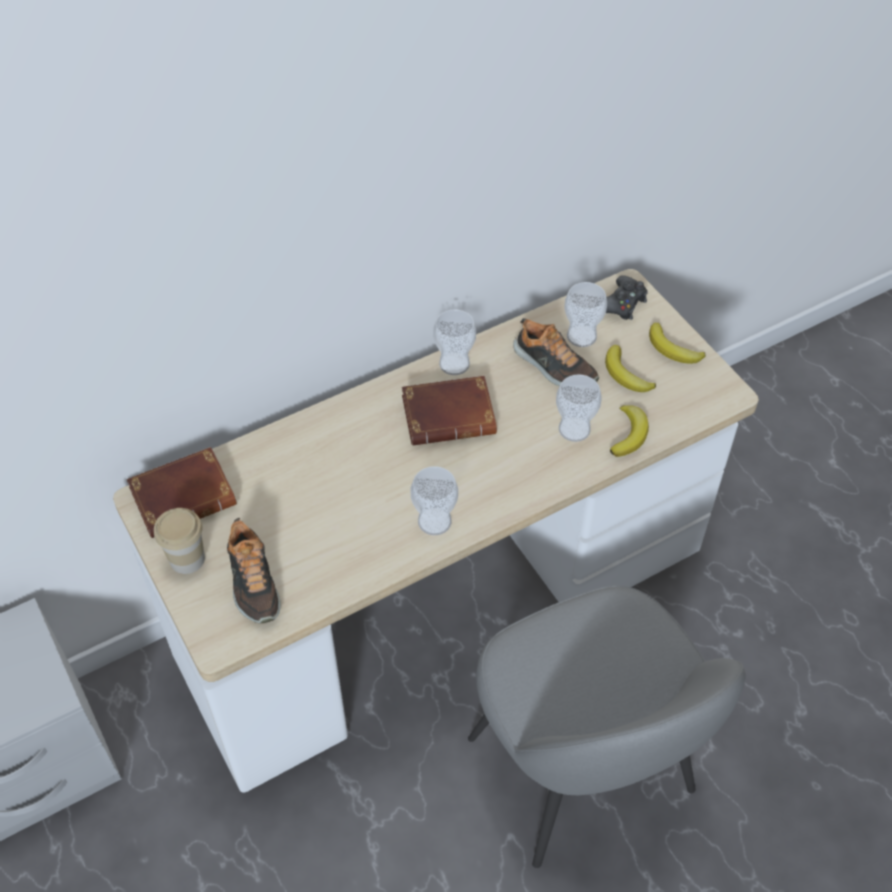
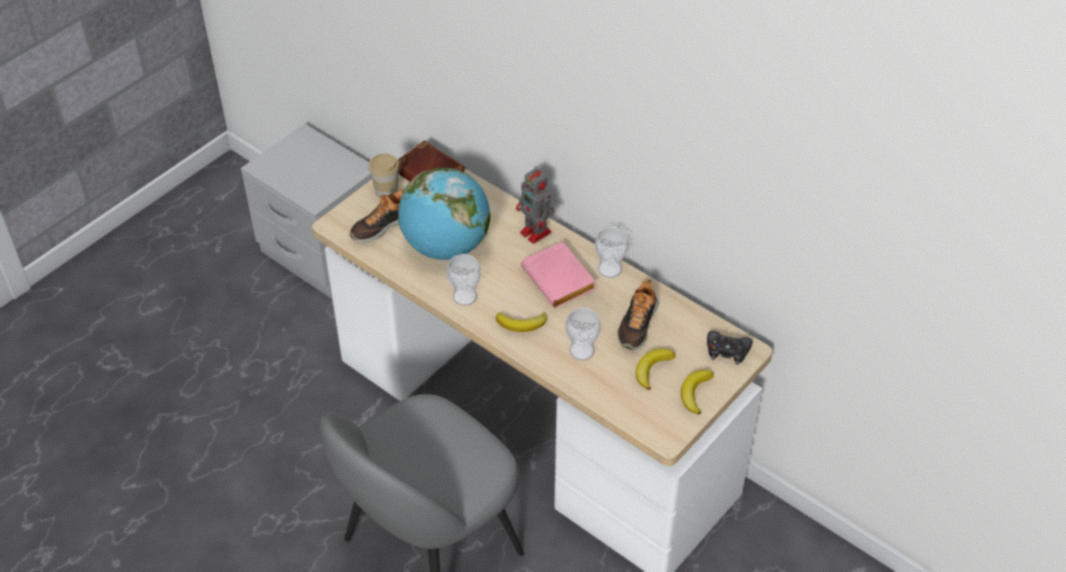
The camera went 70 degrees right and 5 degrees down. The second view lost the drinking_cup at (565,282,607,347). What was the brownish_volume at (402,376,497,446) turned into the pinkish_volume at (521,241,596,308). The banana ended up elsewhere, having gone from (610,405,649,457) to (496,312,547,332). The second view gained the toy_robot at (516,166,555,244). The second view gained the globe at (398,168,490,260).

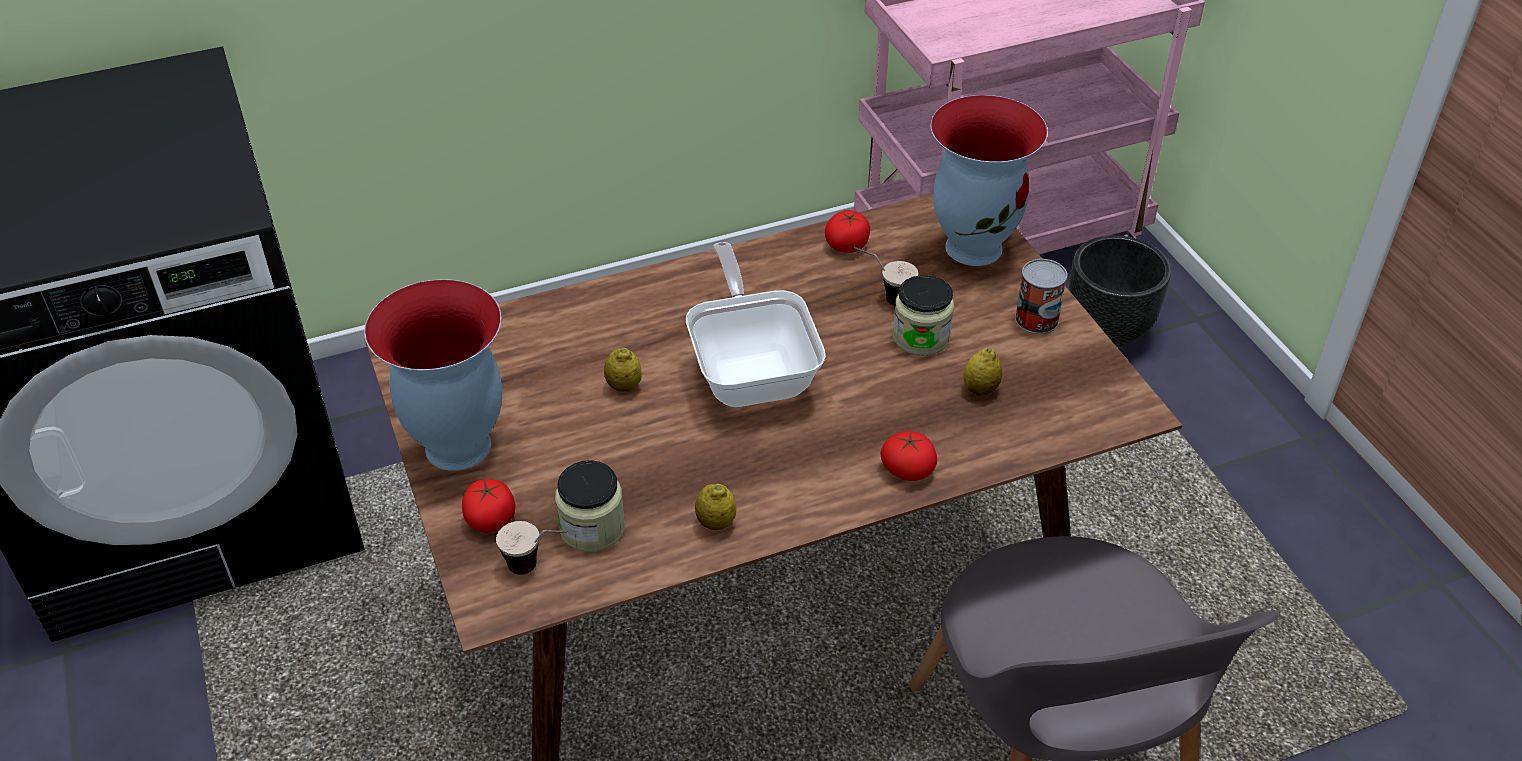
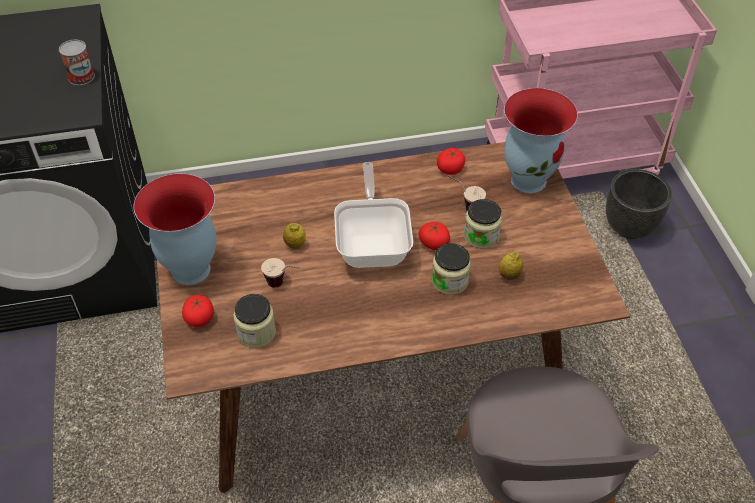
The camera went 10 degrees right and 5 degrees up. The can ended up elsewhere, having gone from (1015,259,1067,334) to (59,40,95,85). The fresh_tomato ended up elsewhere, having gone from (880,430,937,481) to (419,221,450,250). The second view lost the whole_lemon at (695,484,736,530). The drinking_cup ended up elsewhere, having gone from (496,521,568,575) to (261,258,300,288). The second view gained the jar at (432,243,471,295).

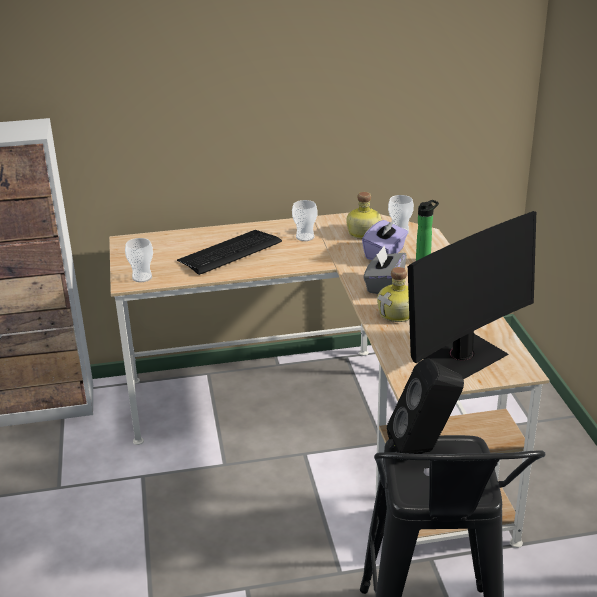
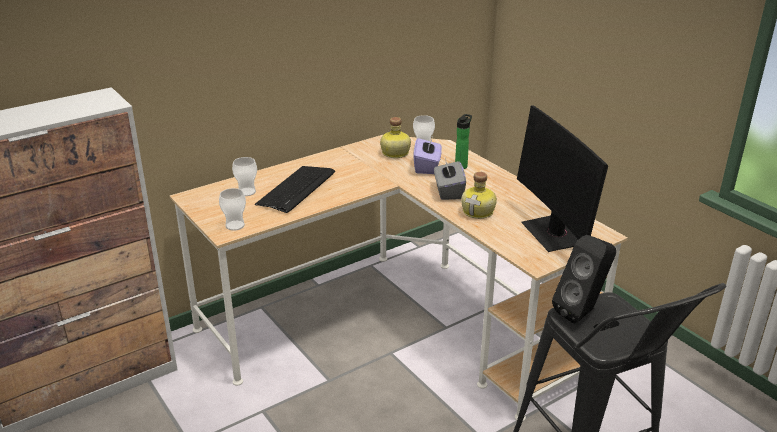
The camera went 25 degrees left and 0 degrees up. The drinking_cup ended up elsewhere, having gone from (292,200,318,241) to (232,157,257,196). The computer_display at (408,211,536,379) ended up facing another way, 135 degrees clockwise from before.

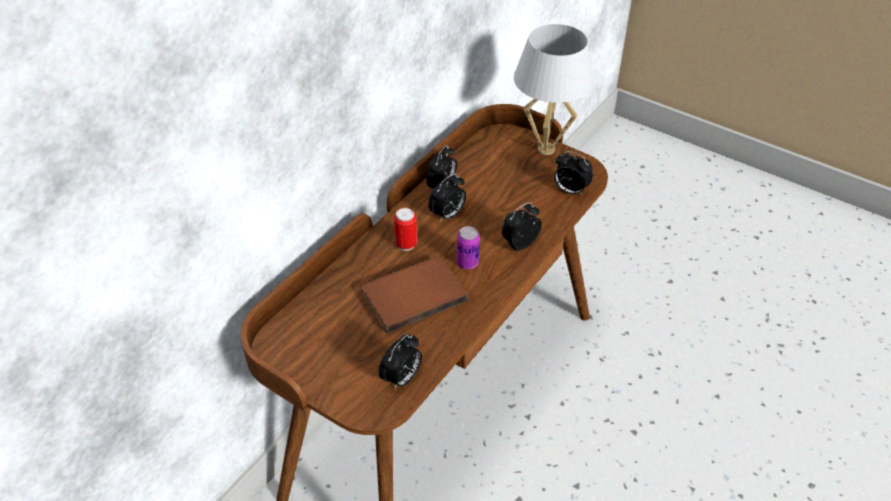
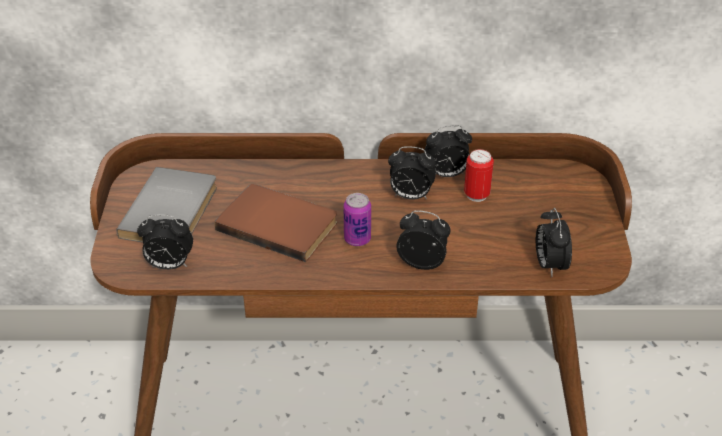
The camera went 55 degrees right and 5 degrees down. The second view lost the whitish_lamp_for_a_table at (514,24,594,155). The can ended up elsewhere, having gone from (394,208,417,251) to (464,149,494,202). The second view gained the gray_volume at (116,167,217,243).

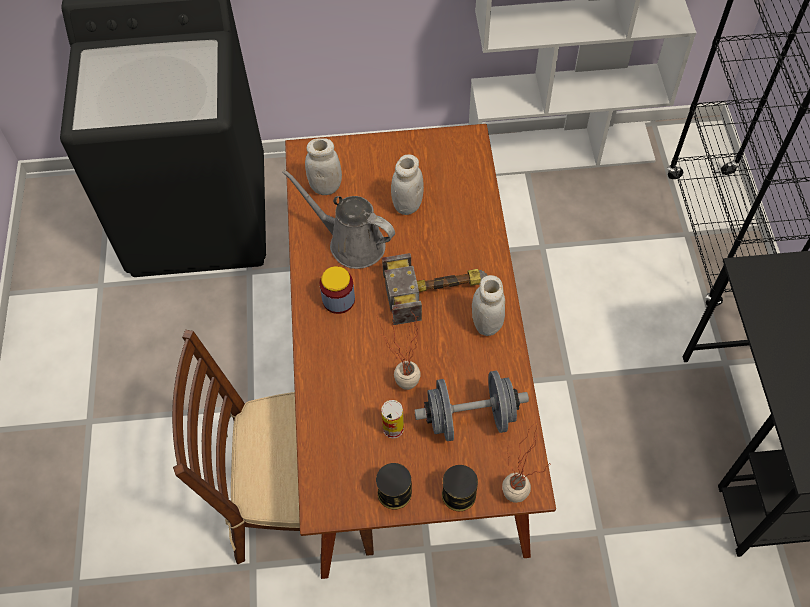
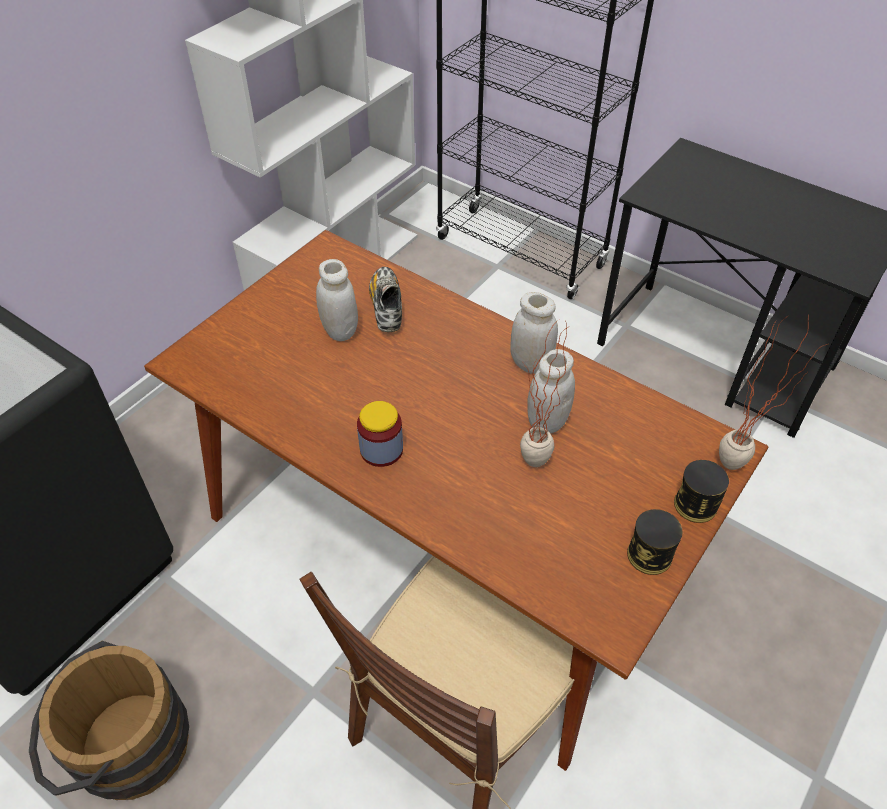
The camera went 50 degrees left and 10 degrees down. The whitish_jar ended up elsewhere, having gone from (305,138,342,195) to (527,349,575,433). The second view lost the gray_watering_pot at (282,169,395,269). The second view lost the hammer at (382,253,488,325). The second view lost the gray_dumbbell at (414,371,529,441). The second view lost the can at (381,400,404,439). The second view gained the shoe at (369,267,402,332). The second view gained the brownish_water_bucket at (29,641,189,800).

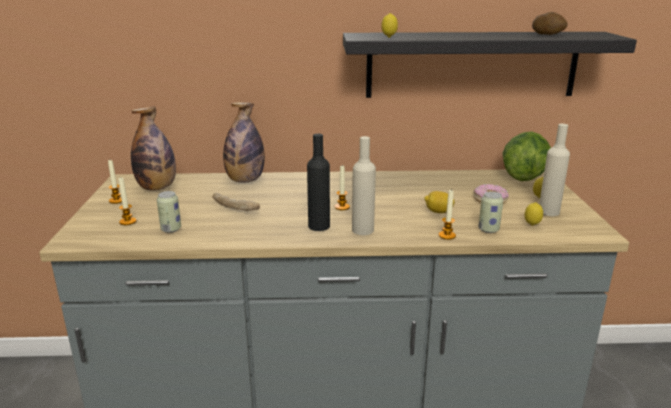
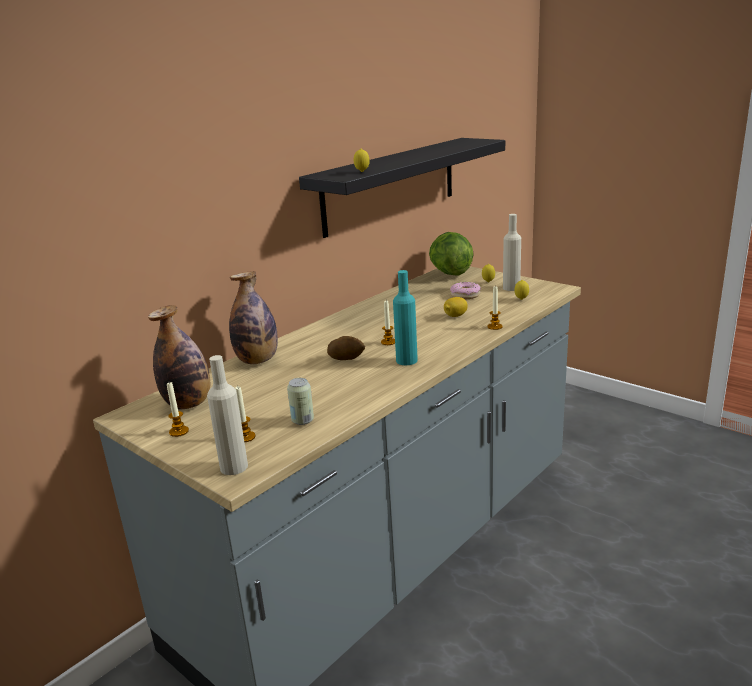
The camera went 45 degrees left and 0 degrees up. The potato ended up elsewhere, having gone from (532,12,568,35) to (327,336,365,360). What was the black-coloured_beverage_bottle at (307,134,330,231) turned into the turquoise_beverage_bottle at (393,270,418,365). The sand-coloured_beverage_bottle ended up elsewhere, having gone from (352,136,376,235) to (207,355,248,475). The second view lost the can at (478,191,503,233). The second view lost the baked_bread at (212,193,260,211).

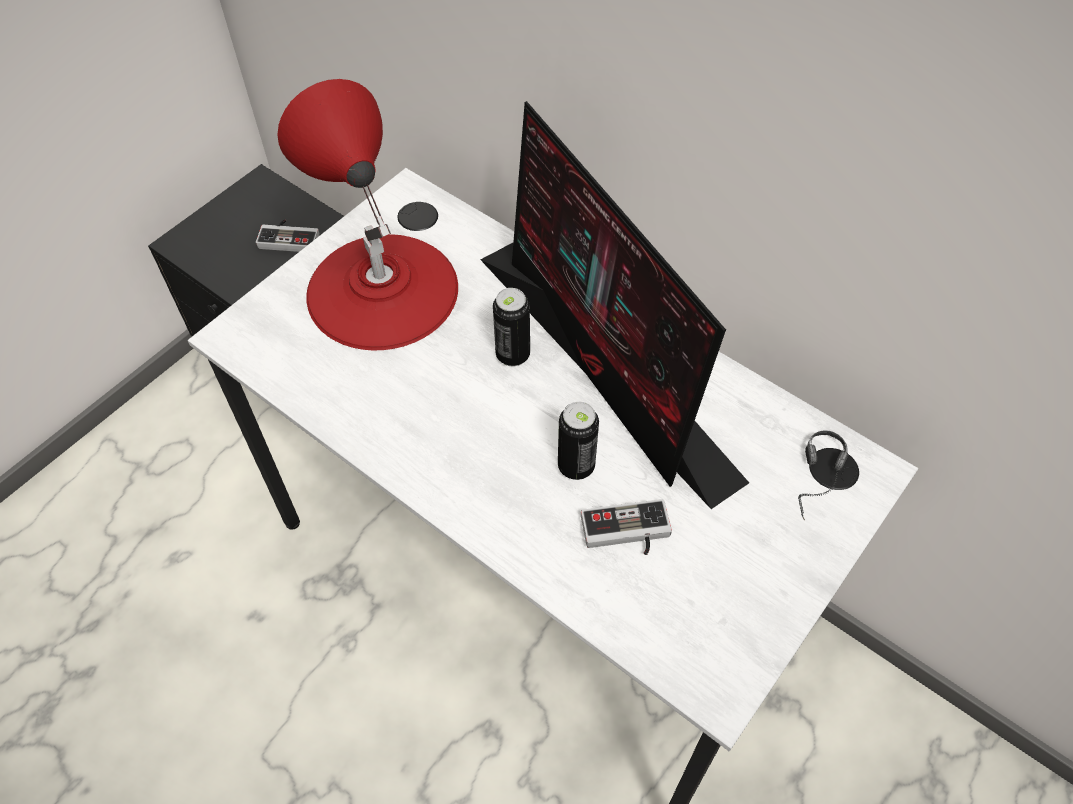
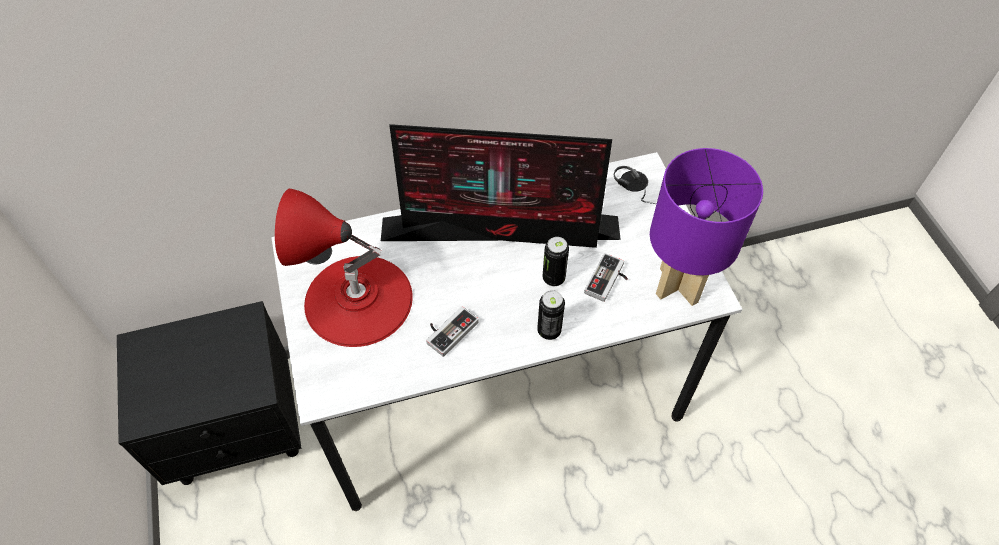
The camera went 55 degrees left and 0 degrees up. The joypad ended up elsewhere, having gone from (256,219,319,252) to (426,306,479,357). The can ended up elsewhere, having gone from (493,288,530,367) to (537,290,565,340). The second view gained the purple-coloured_lamp_for_a_table at (650,148,763,306).

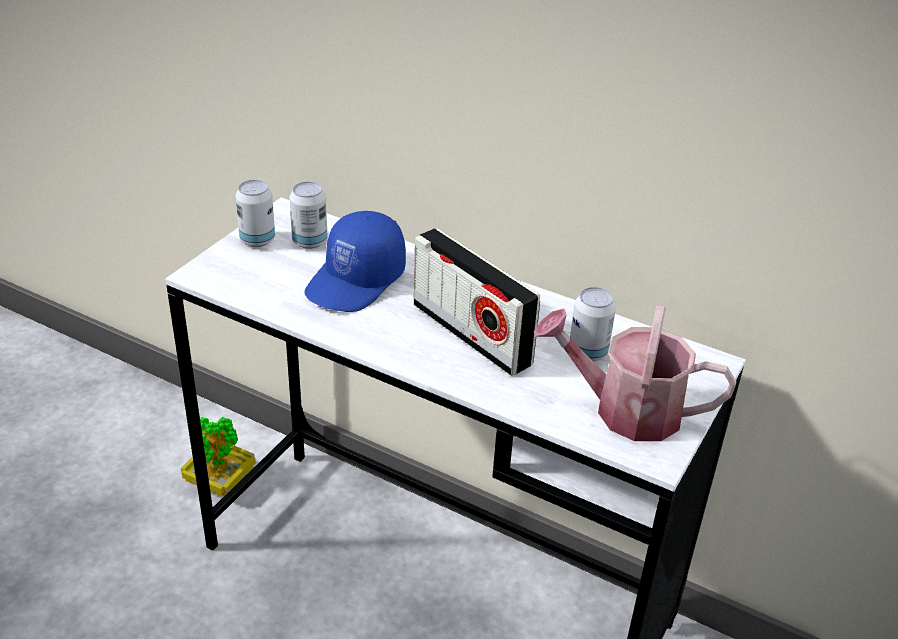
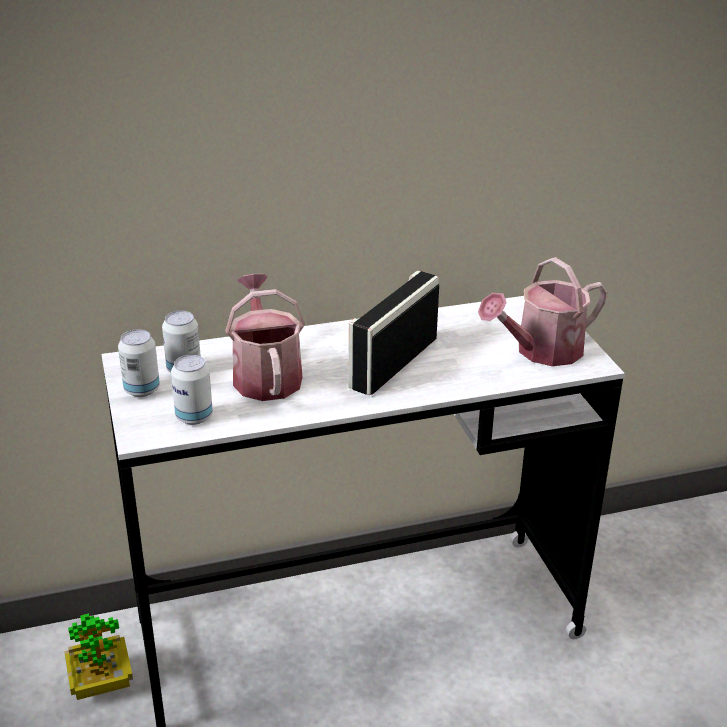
The camera went 45 degrees left and 5 degrees down. Where the blue-coloured_baseball_cap stood at (304,211,406,312), the watering_pot came to stand at (226,274,305,401). The radio_set at (414,228,540,376) ended up facing another way, 120 degrees clockwise from before. The can ended up elsewhere, having gone from (570,287,616,361) to (171,355,213,425).

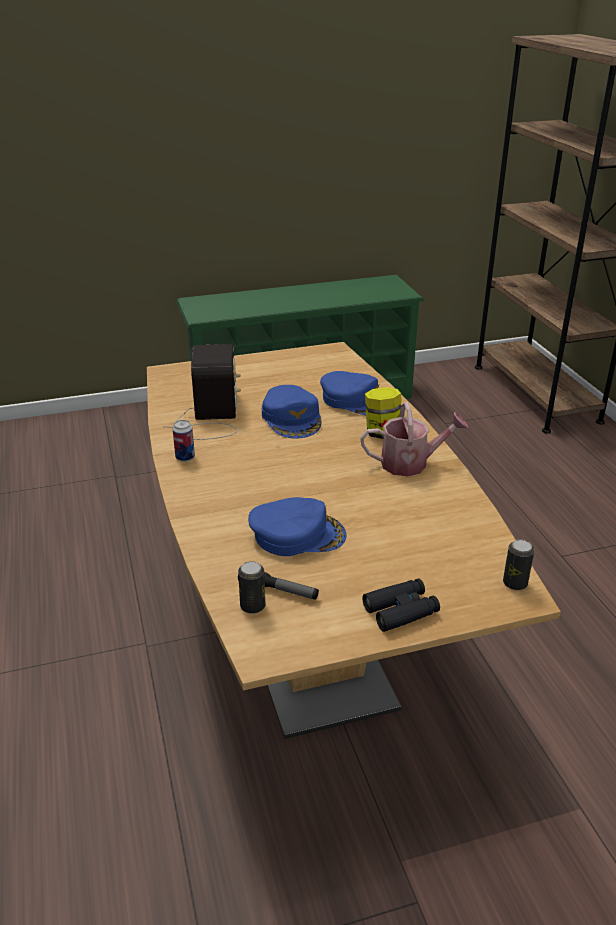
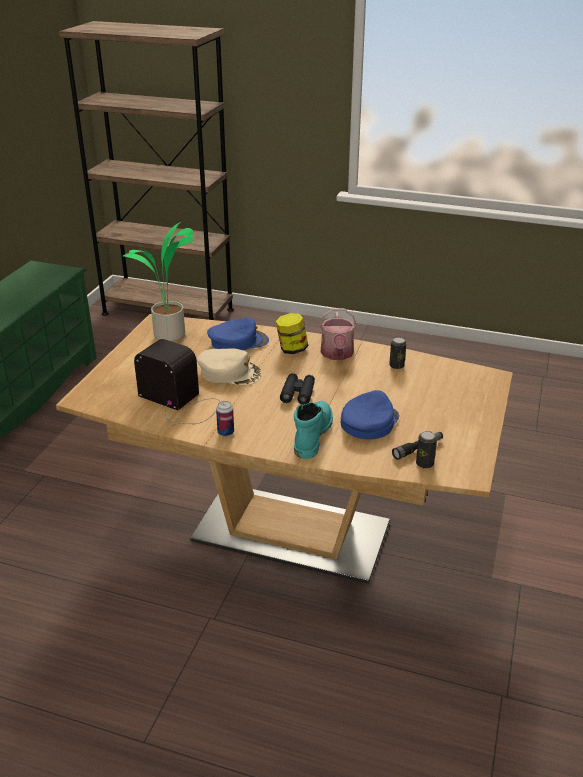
The camera went 55 degrees left and 0 degrees up. What was the blue-coloured_baseball_cap at (262,385,321,439) turned into the sand-coloured_baseball_cap at (197,349,262,385). The watering_pot at (361,402,468,477) ended up facing another way, 150 degrees clockwise from before. The can ended up elsewhere, having gone from (503,539,534,590) to (389,337,406,369). The black-coloured_field_glasses ended up elsewhere, having gone from (362,578,440,632) to (280,373,315,405). The second view gained the potted_plant at (123,222,194,341). The second view gained the turquoise_tall_boot at (294,401,333,459).

